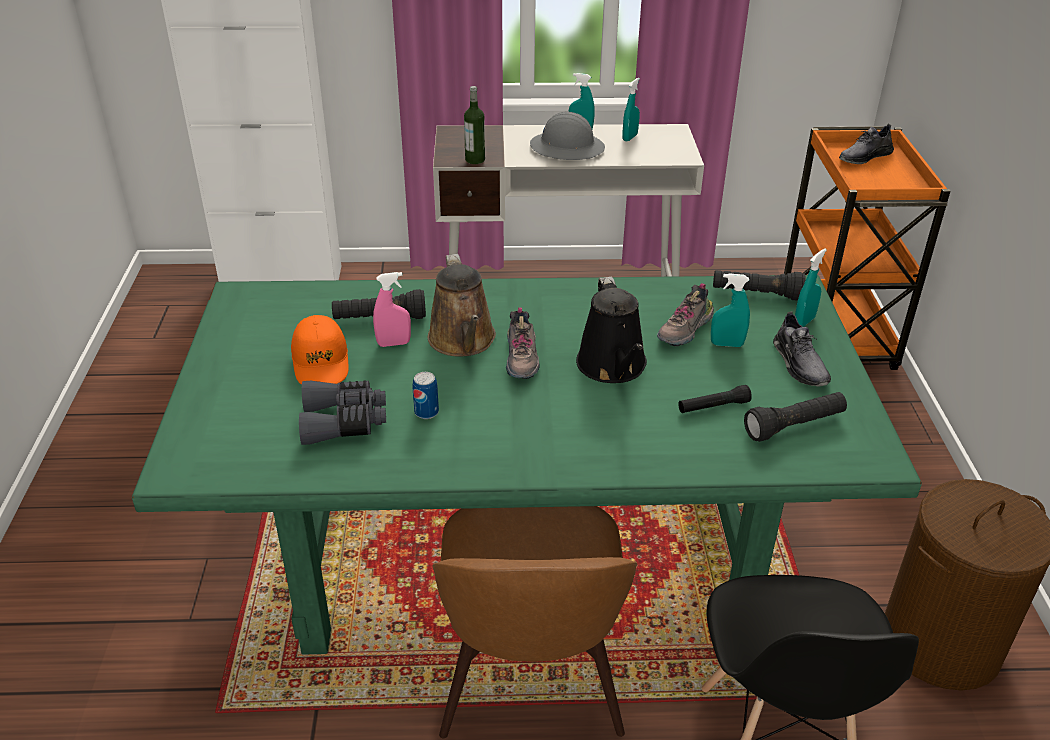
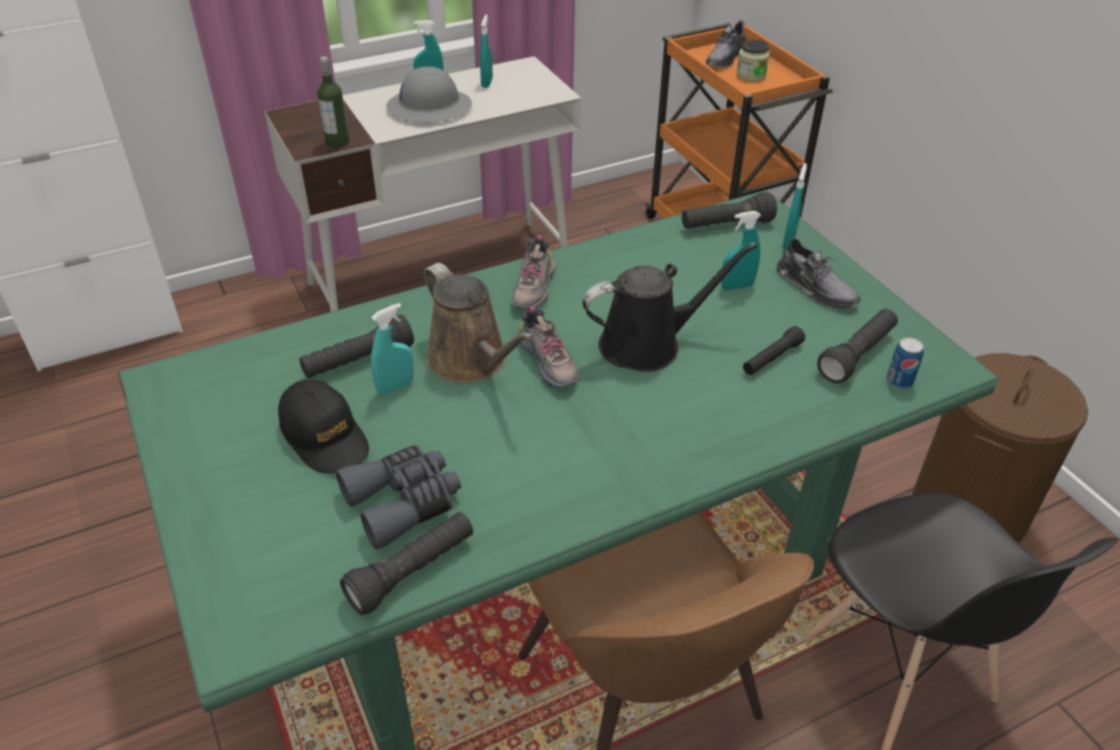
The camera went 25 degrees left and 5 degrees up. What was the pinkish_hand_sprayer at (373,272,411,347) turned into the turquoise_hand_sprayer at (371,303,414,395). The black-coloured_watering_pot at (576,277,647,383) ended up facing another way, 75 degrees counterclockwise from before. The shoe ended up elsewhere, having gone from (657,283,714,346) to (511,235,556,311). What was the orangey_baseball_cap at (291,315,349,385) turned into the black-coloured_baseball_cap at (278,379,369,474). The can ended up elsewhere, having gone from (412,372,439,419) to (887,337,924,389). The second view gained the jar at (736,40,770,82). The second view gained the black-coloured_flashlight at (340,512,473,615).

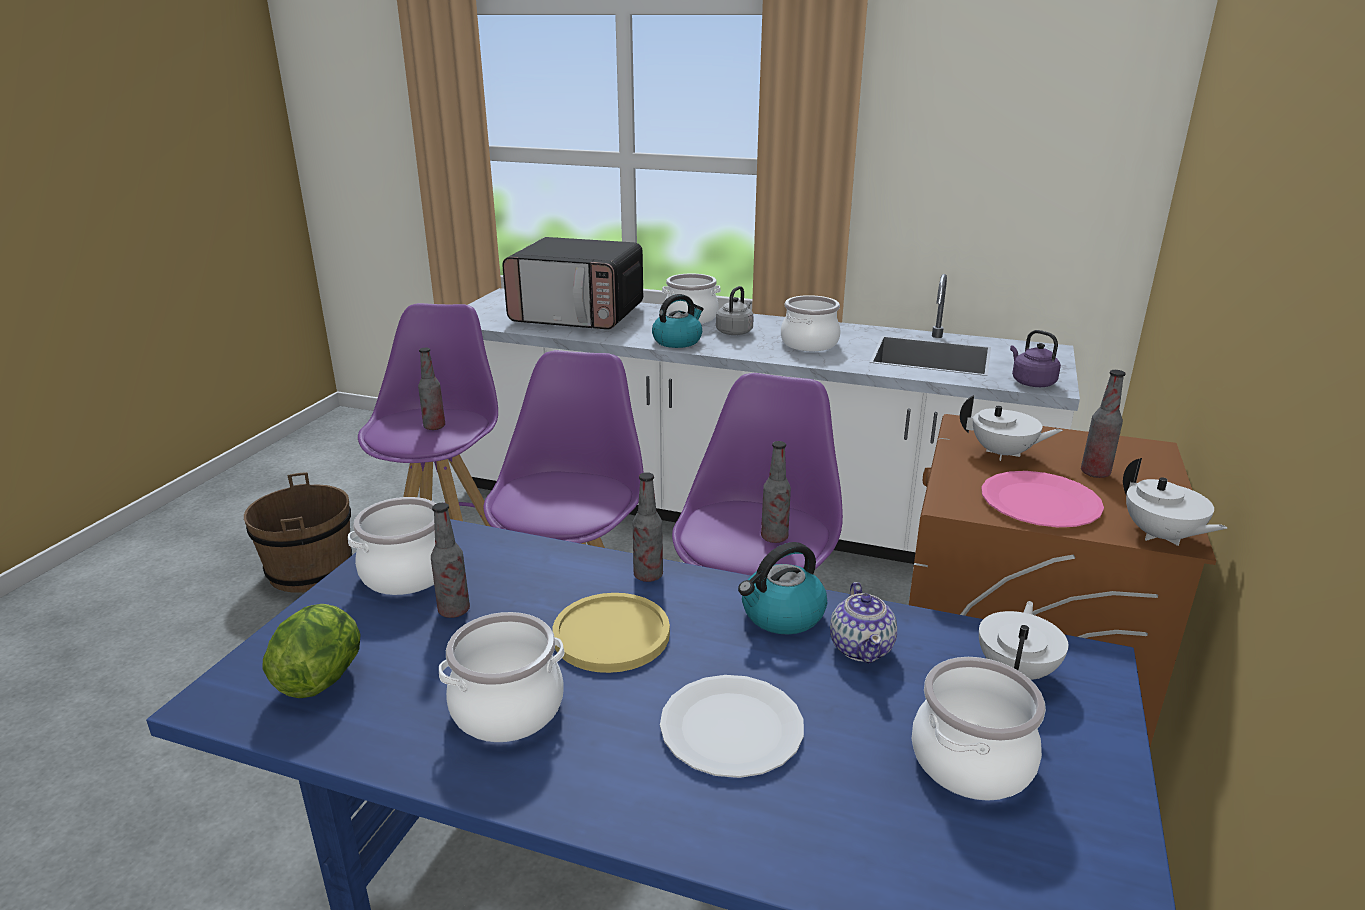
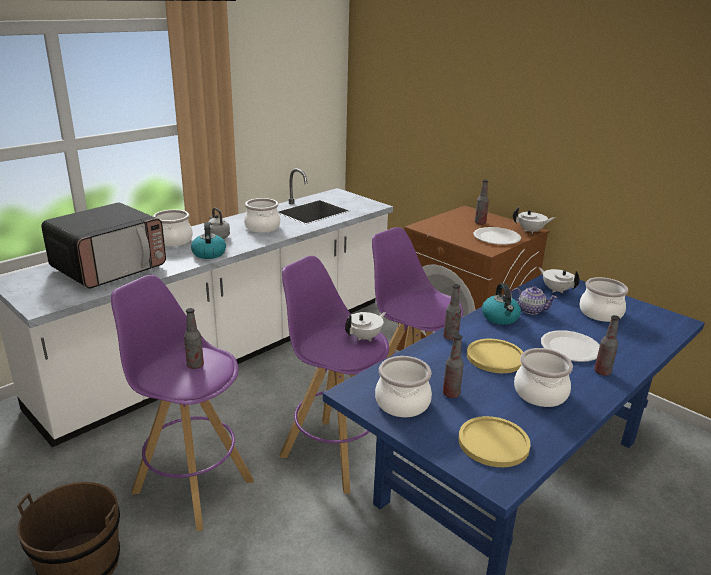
The camera went 65 degrees left and 0 degrees up. The second view lost the purple-coloured_tea_kettle at (1010,330,1061,387). The whitish_tea_pot ended up elsewhere, having gone from (960,395,1063,461) to (345,312,386,342). The beverage_bottle ended up elsewhere, having gone from (761,441,791,543) to (594,315,620,376). What was the pinkish_plate at (981,471,1104,527) turned into the whitish_plate at (473,227,521,245). Where the head_of_lettuce stood at (262,604,360,698), the yellowish_plate came to stand at (458,416,531,467).

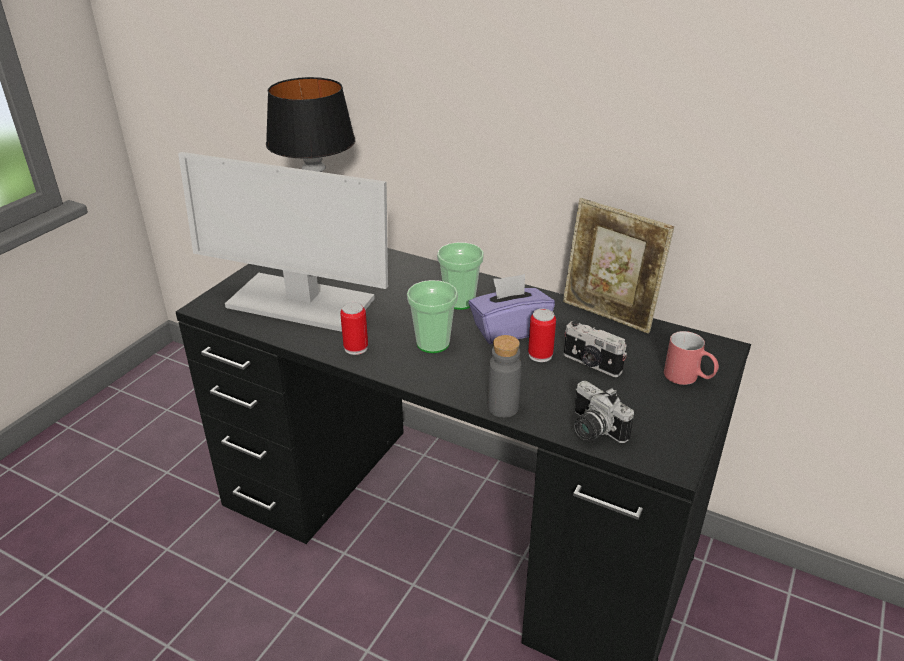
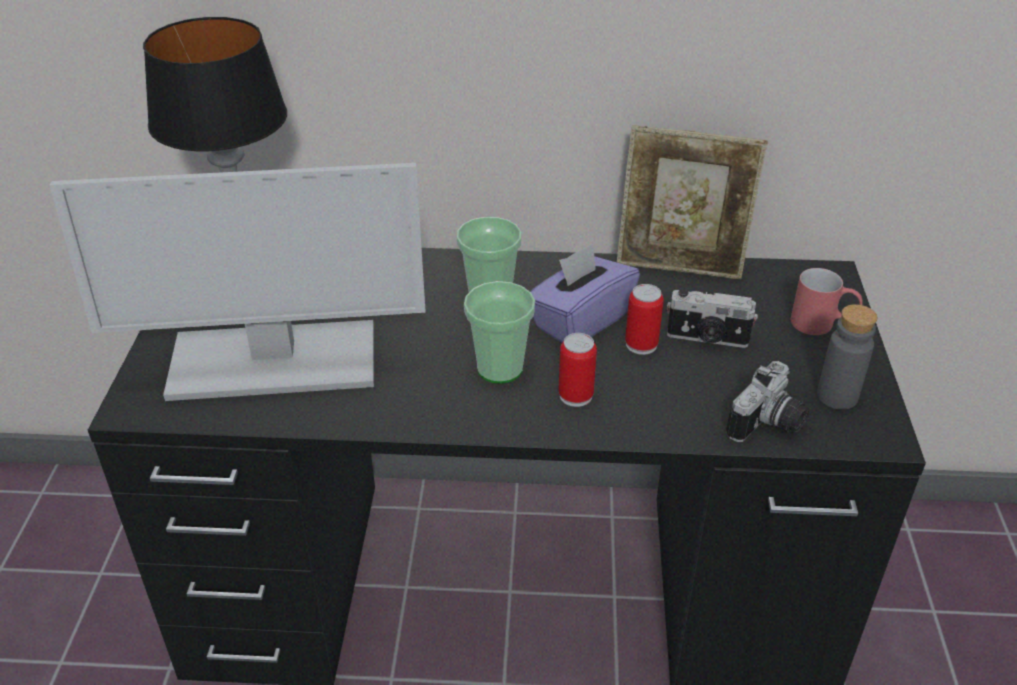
The camera went 25 degrees left and 5 degrees up. The can ended up elsewhere, having gone from (340,302,368,355) to (559,333,597,407). The gray_beverage_bottle ended up elsewhere, having gone from (488,335,521,418) to (817,304,877,410). The photo_camera at (574,381,634,443) ended up facing another way, 75 degrees counterclockwise from before.

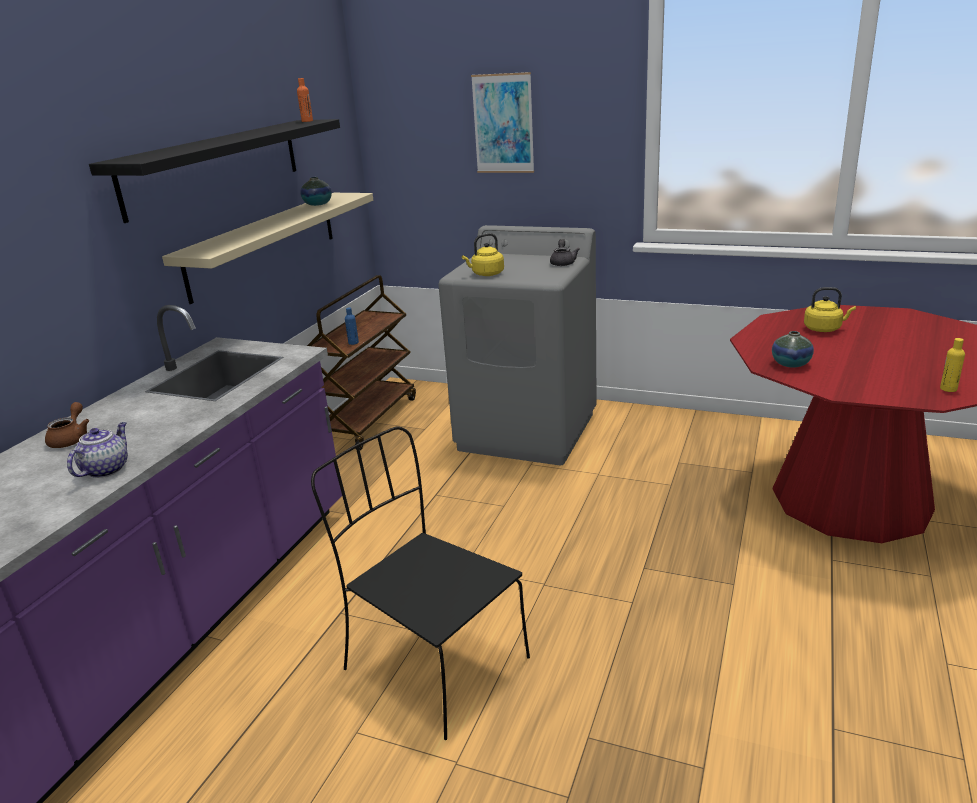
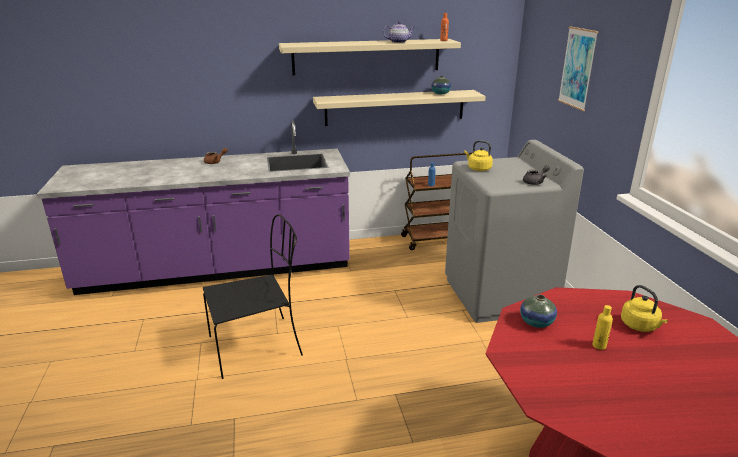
The camera went 55 degrees right and 0 degrees up. What was the black-coloured_shelf at (89,119,340,223) turned into the sand-coloured_shelf at (279,39,461,75). The yellowish_beverage_bottle ended up elsewhere, having gone from (940,338,965,392) to (592,305,613,350). The tea_pot ended up elsewhere, having gone from (67,422,128,478) to (383,21,414,43). The black-coloured_chair at (311,426,530,740) ended up facing another way, 60 degrees clockwise from before.

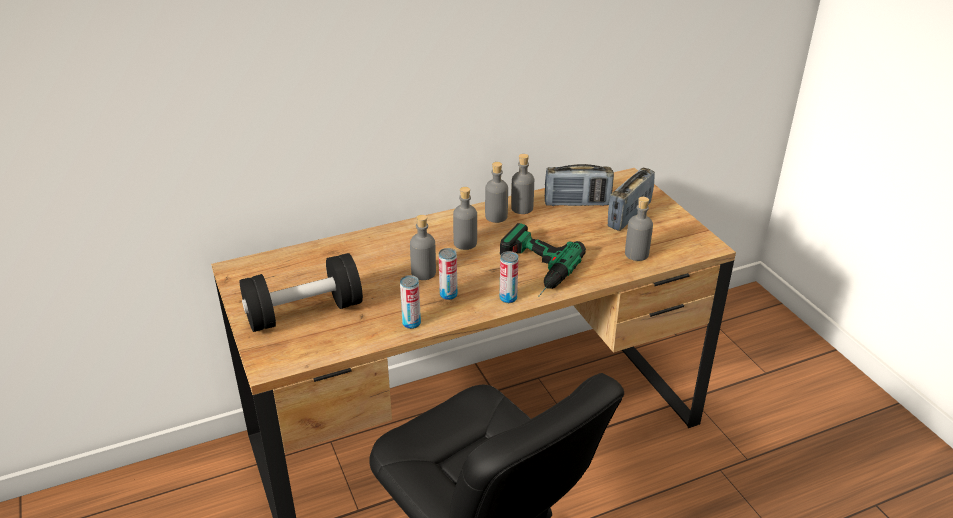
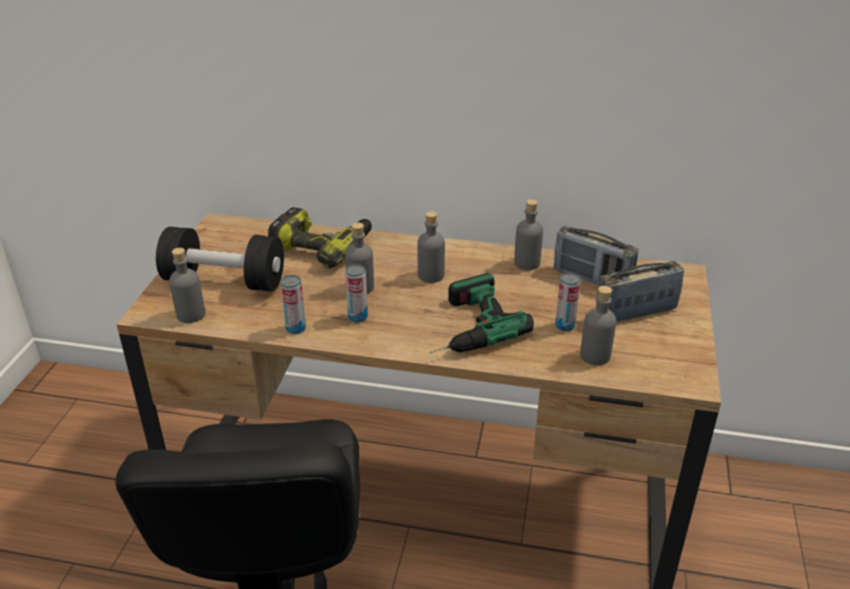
The camera went 35 degrees right and 0 degrees up. The gray_beverage_bottle ended up elsewhere, having gone from (485,162,508,223) to (169,248,205,323). The can ended up elsewhere, having gone from (500,251,518,303) to (555,272,581,331). The second view gained the electric_drill at (268,207,372,268).

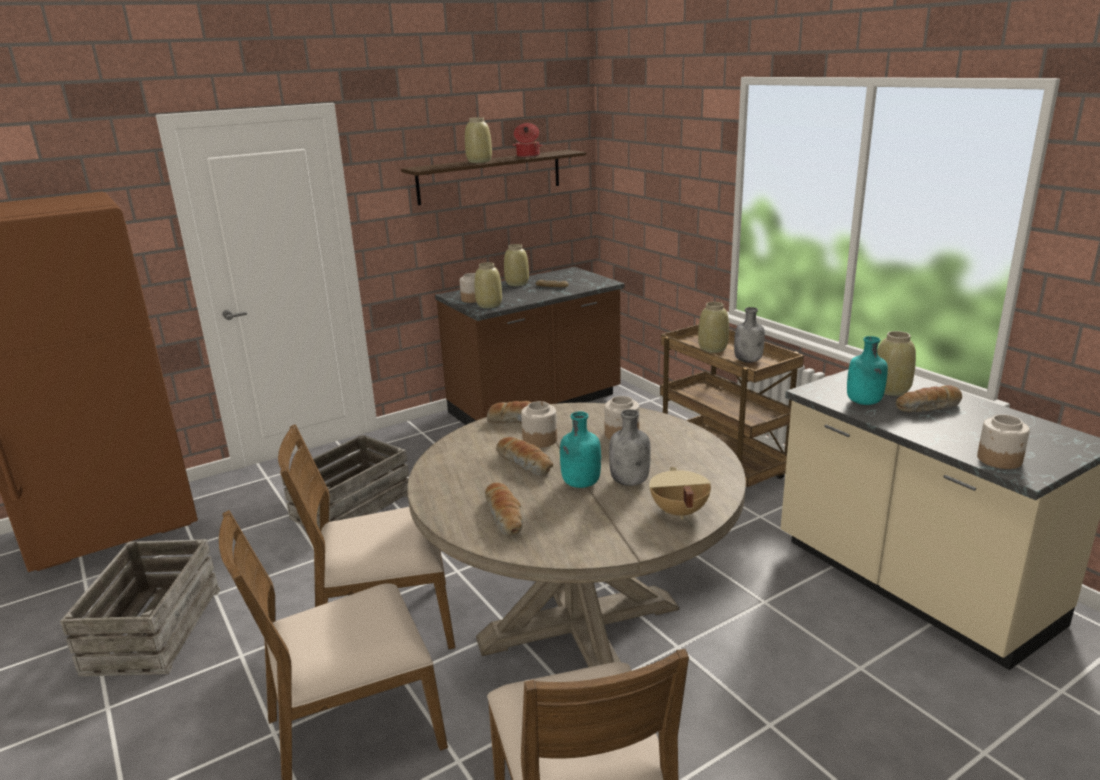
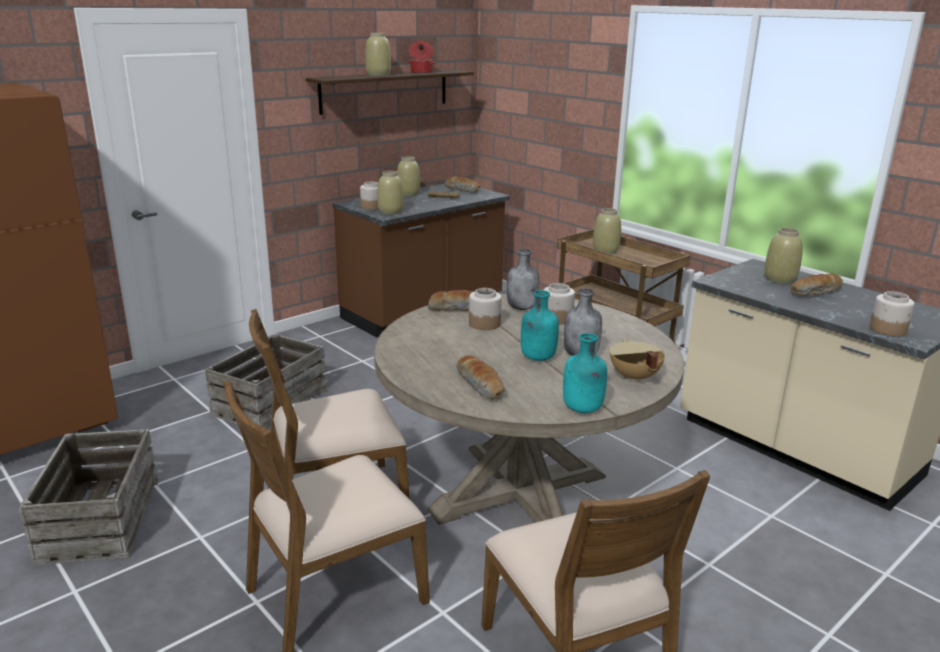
The camera went 10 degrees left and 0 degrees up. The gray_beverage_bottle ended up elsewhere, having gone from (734,307,765,363) to (507,249,539,310). The turquoise_beverage_bottle ended up elsewhere, having gone from (847,336,888,405) to (563,333,607,413). The baked_bread ended up elsewhere, having gone from (496,437,553,476) to (445,176,480,193).

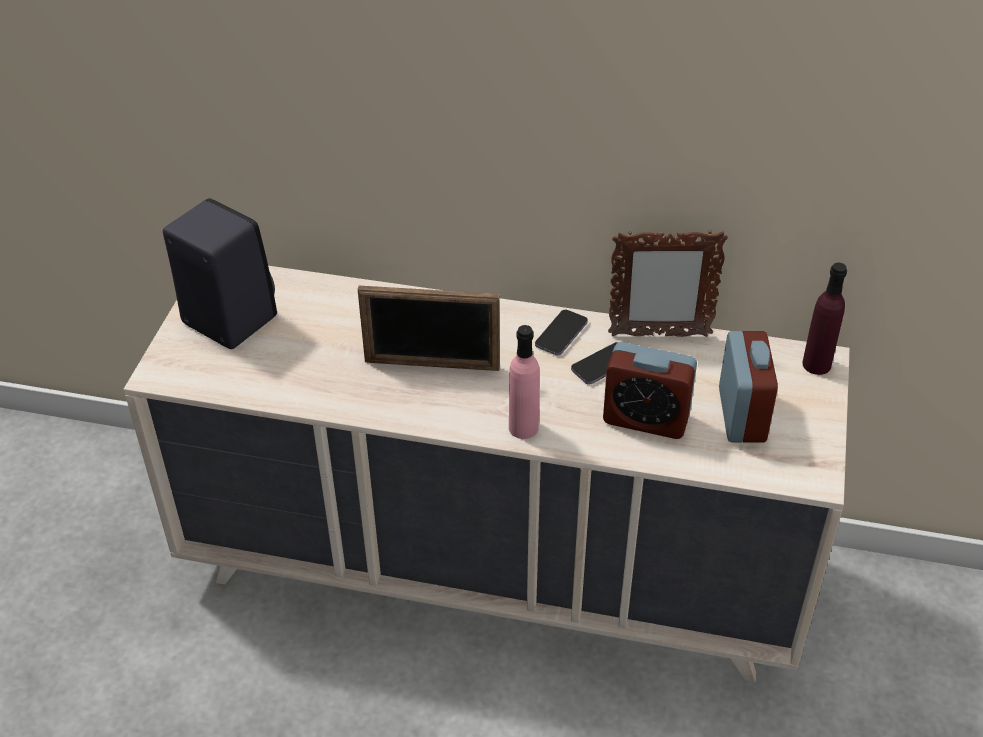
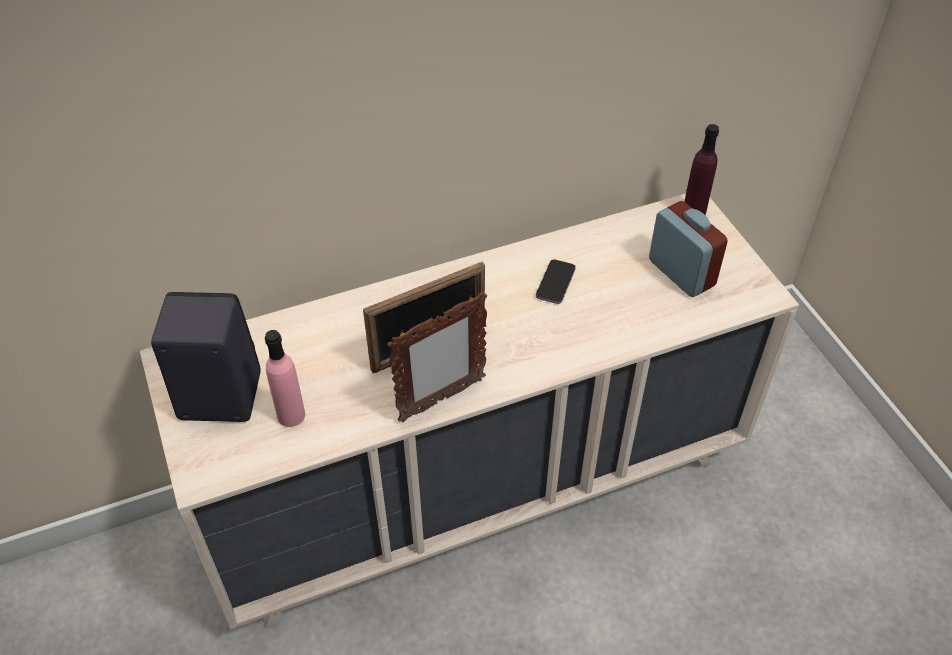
The camera went 35 degrees left and 5 degrees up. The standing_frame ended up elsewhere, having gone from (608,230,728,337) to (387,292,487,423). The second view lost the phone at (535,310,588,355). The pinkish_beverage_bottle ended up elsewhere, having gone from (509,325,540,439) to (265,330,305,427). The second view lost the table_clock at (603,342,697,439).

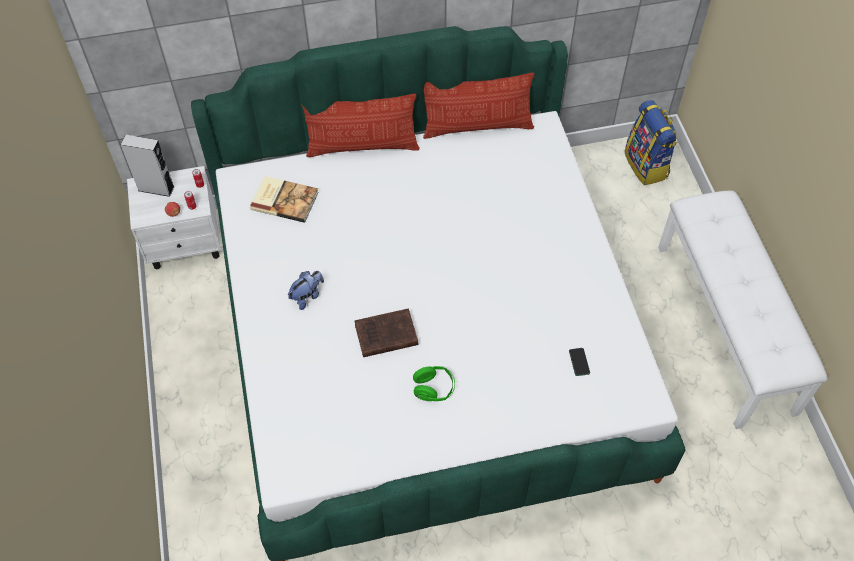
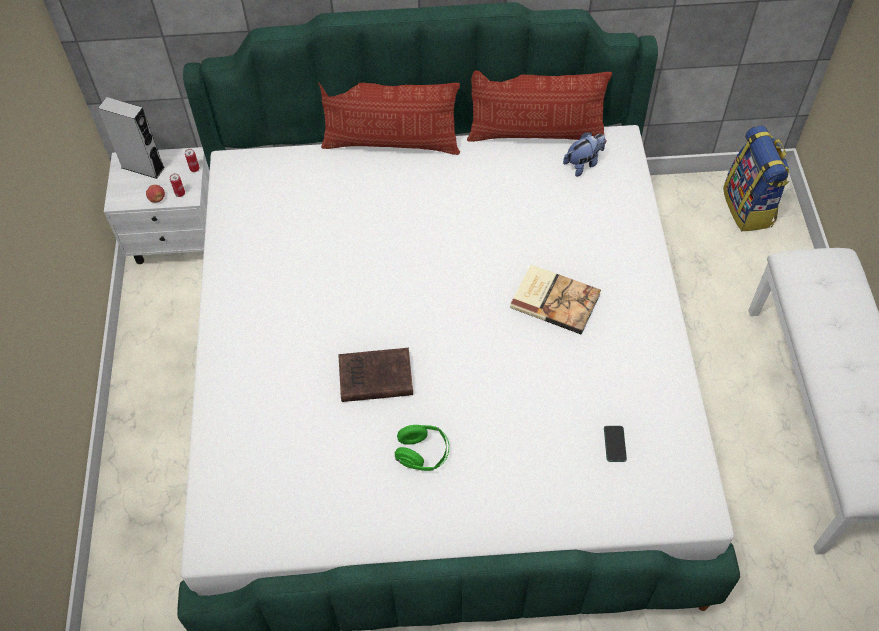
The camera went 10 degrees right and 0 degrees up. The volume ended up elsewhere, having gone from (250,176,319,223) to (510,265,601,334). The soft_toy ended up elsewhere, having gone from (288,271,324,310) to (563,132,606,177).

